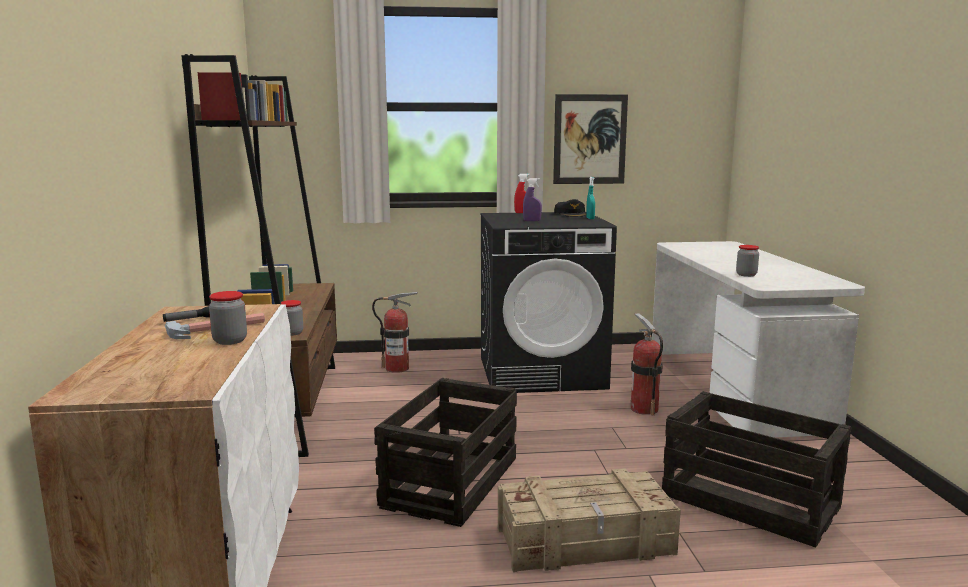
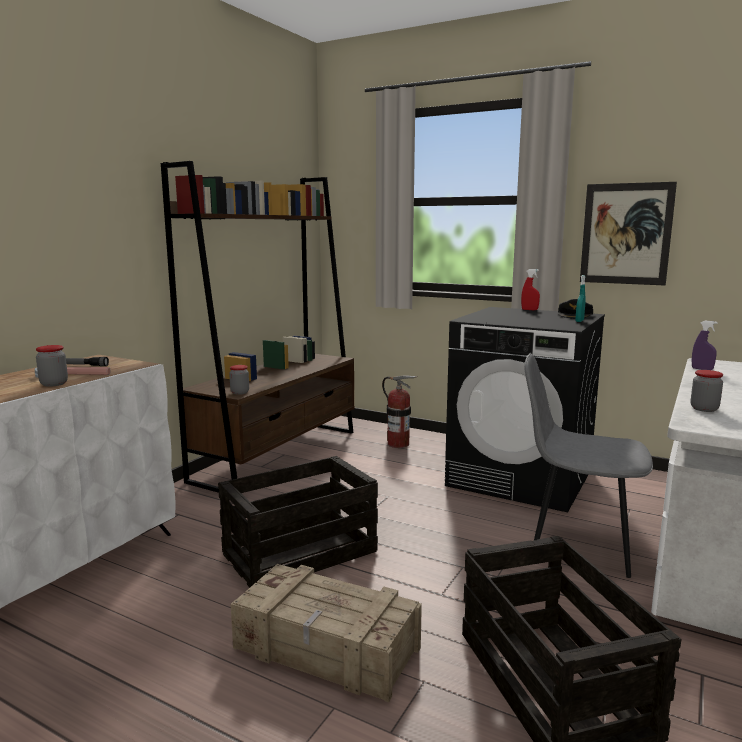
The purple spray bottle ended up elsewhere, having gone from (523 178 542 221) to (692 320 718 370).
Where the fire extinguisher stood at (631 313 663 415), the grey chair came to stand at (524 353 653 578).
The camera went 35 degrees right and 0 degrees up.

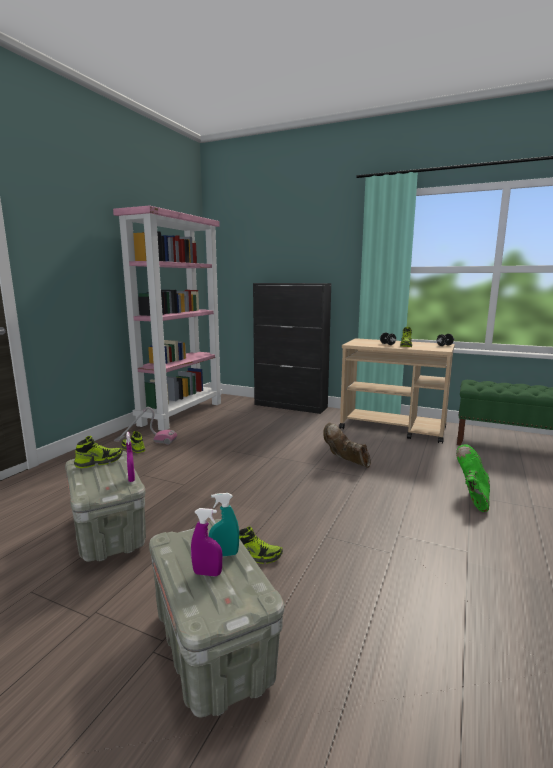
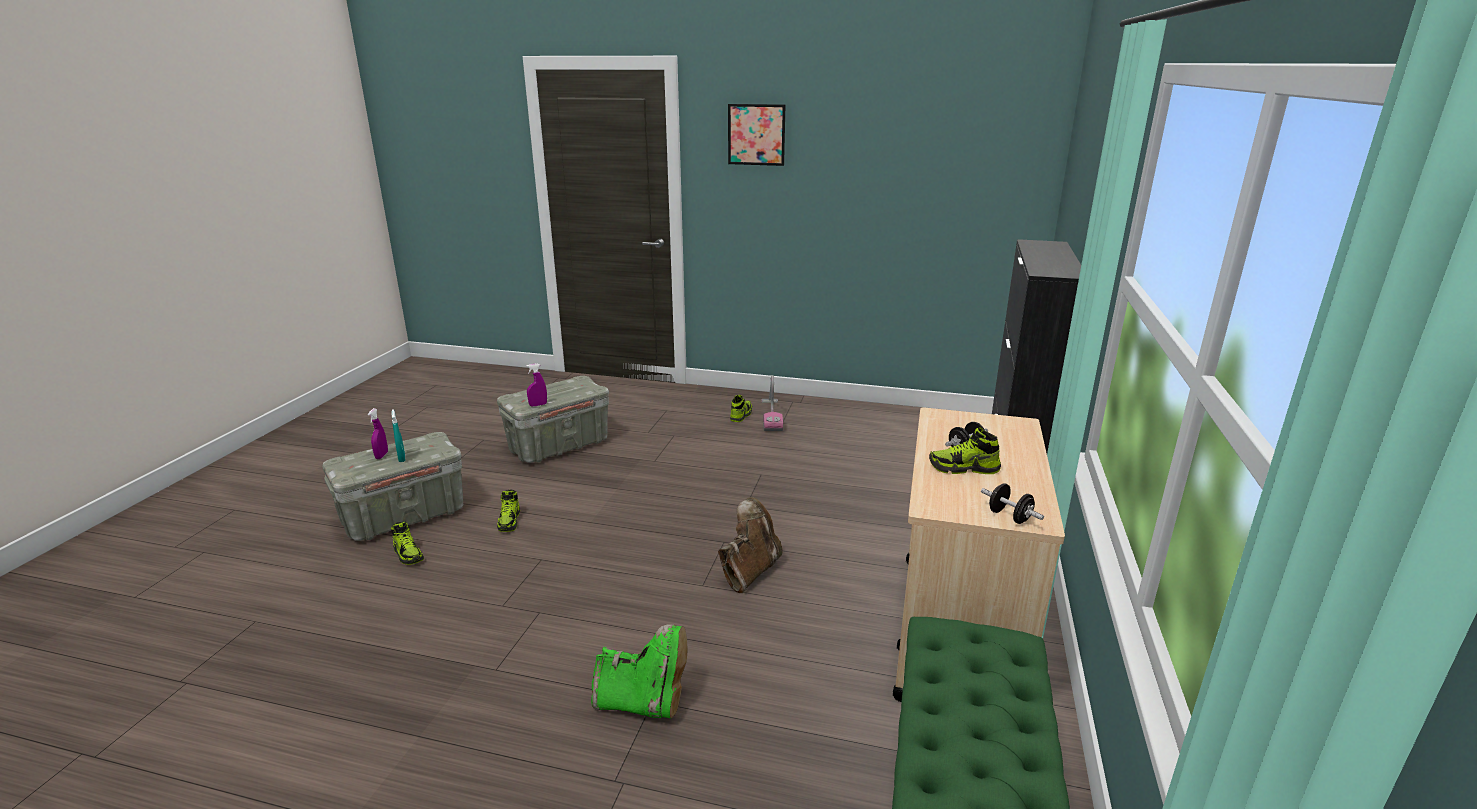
The second view lost the pink bookcase at (113 205 223 431).
The shoe ended up elsewhere, having gone from (74 436 123 468) to (391 521 424 565).
The second view gained the picture at (728 104 785 166).
The camera went 80 degrees right and 10 degrees up.

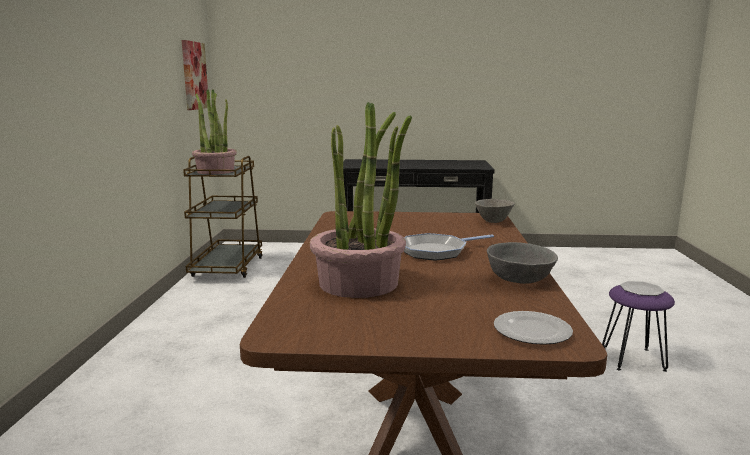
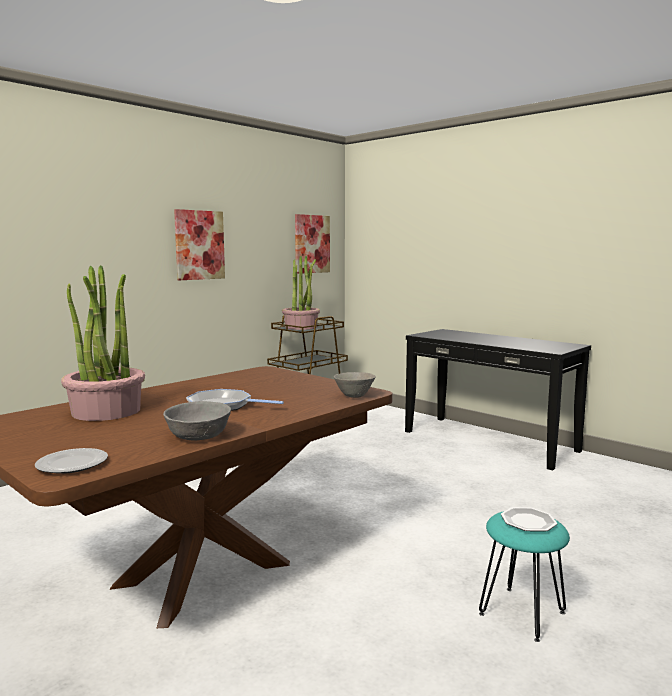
What was the purple stool at (602 285 675 372) turned into the turquoise stool at (479 511 570 642).
The second view gained the picture at (174 209 225 280).
The camera went 40 degrees right and 5 degrees down.

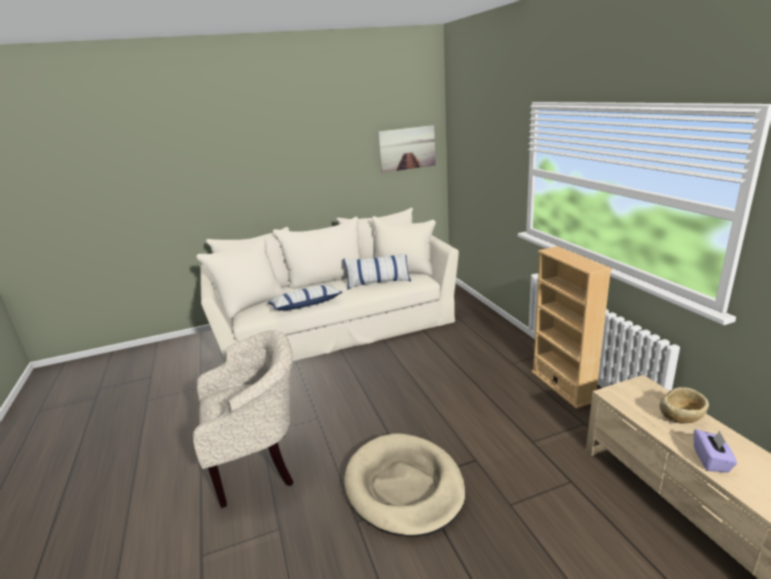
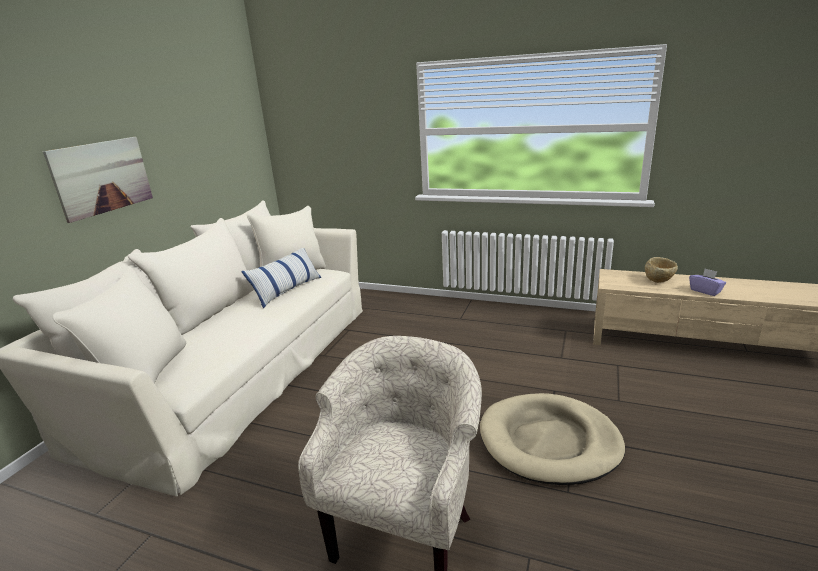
The picture ended up elsewhere, having gone from (378 125 436 173) to (43 137 153 223).
The second view lost the beige bookcase at (531 246 612 409).
The second view lost the pillow at (268 285 343 311).
The camera went 50 degrees left and 0 degrees up.

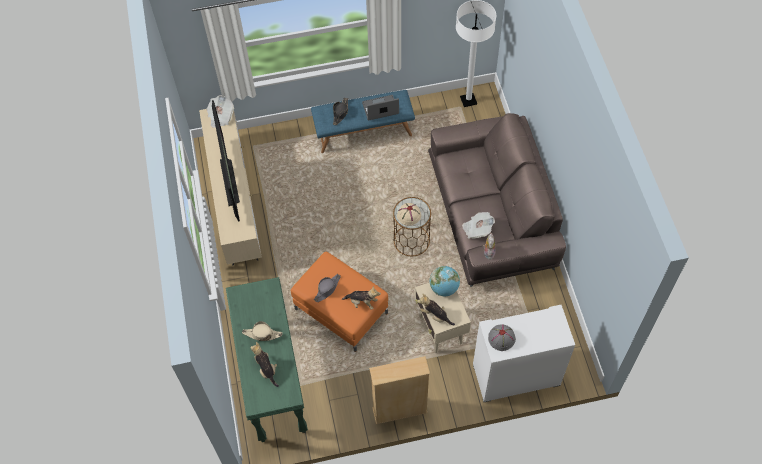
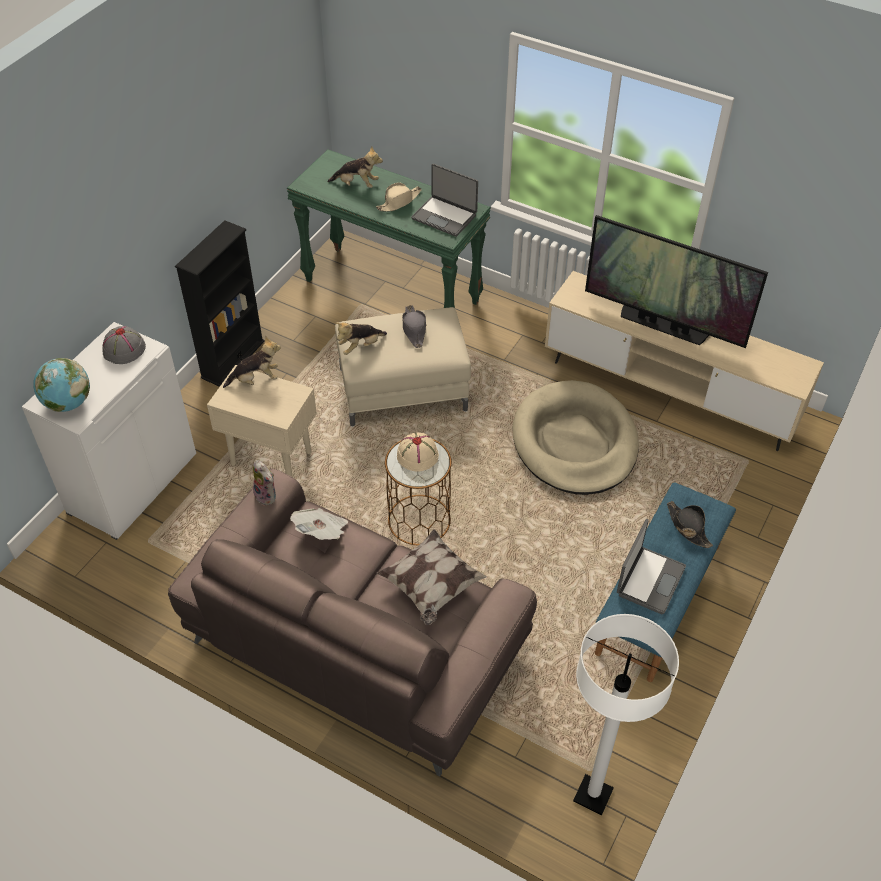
The second view lost the newspaper at (207 95 234 128).
What was the orange ottoman at (291 252 388 352) turned into the beige ottoman at (335 307 471 427).
The globe ended up elsewhere, having gone from (430 266 460 296) to (33 358 90 412).
What was the beige bookcase at (369 356 430 424) turned into the black bookcase at (175 220 265 387).
The second view gained the laptop at (411 163 478 237).
The second view gained the beige dog bed at (512 380 639 495).
The second view gained the pillow at (377 529 487 625).
The camera went 130 degrees right and 10 degrees down.

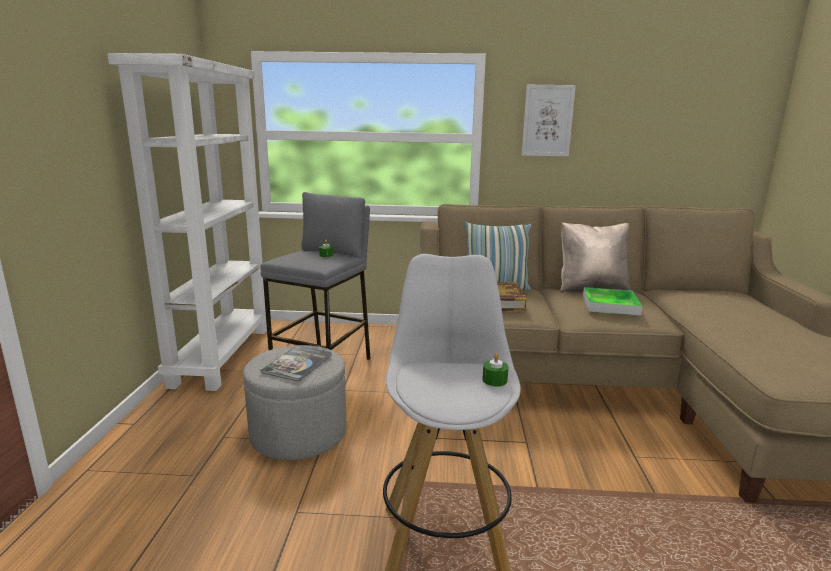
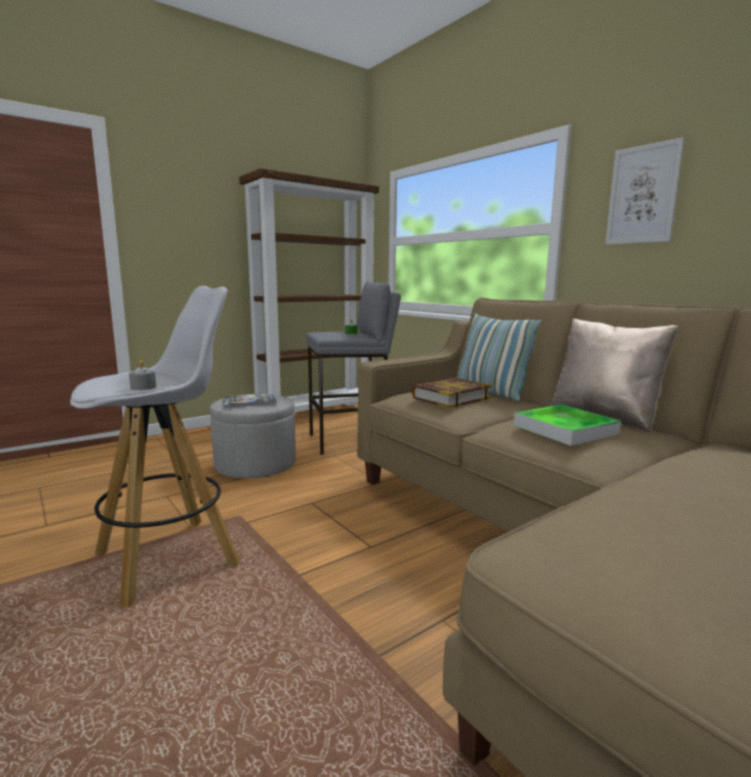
What was the white bookcase at (107 53 267 391) turned into the brown bookcase at (239 168 379 412).
What was the green candle at (482 353 509 387) turned into the grey candle at (129 360 156 390).
The camera went 50 degrees right and 5 degrees down.

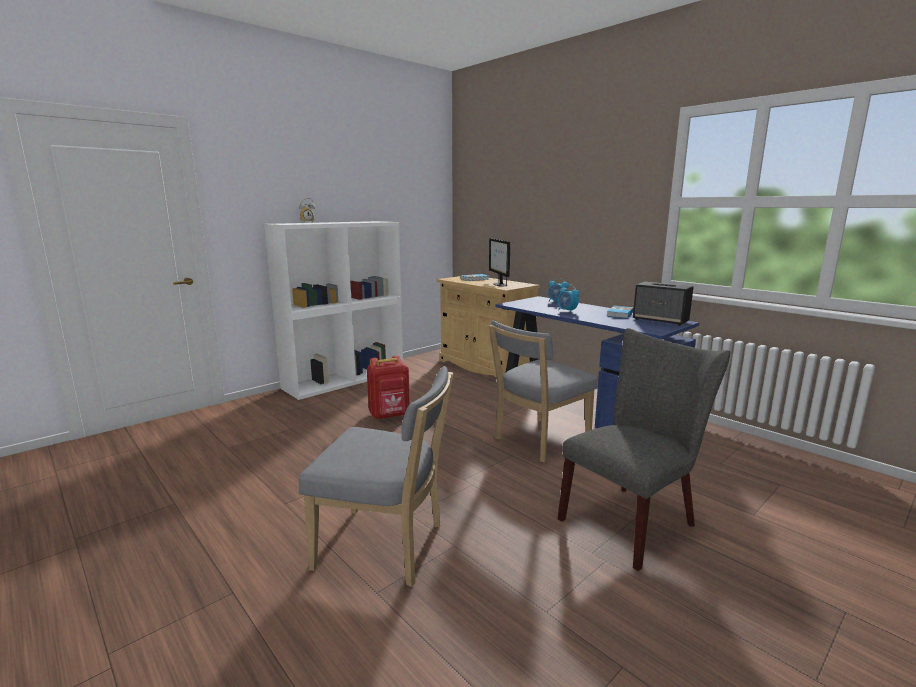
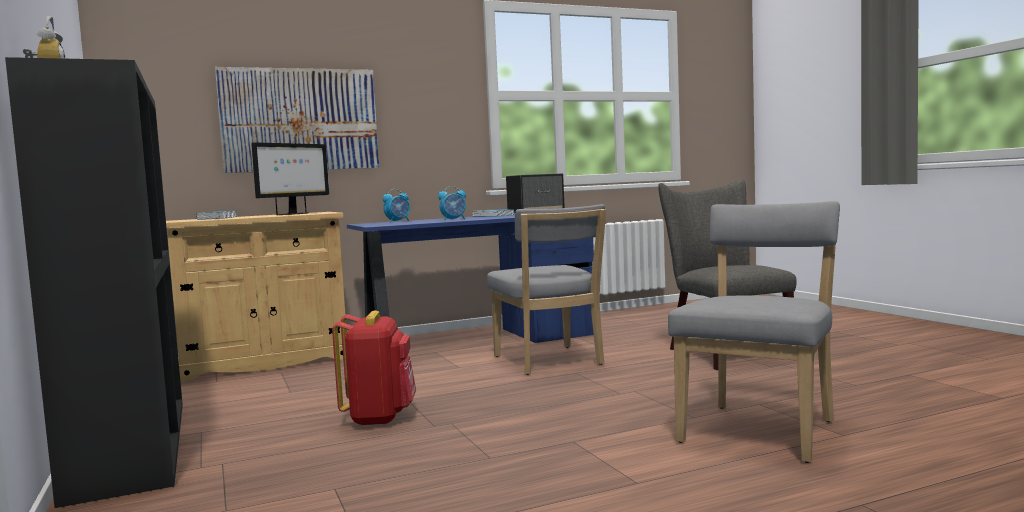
What was the white bookcase at (264 221 403 400) turned into the black bookcase at (5 57 183 508).
The monitor at (489 238 510 286) ended up facing another way, 60 degrees counterclockwise from before.
The second view gained the picture at (215 67 379 173).
The camera went 70 degrees left and 10 degrees down.

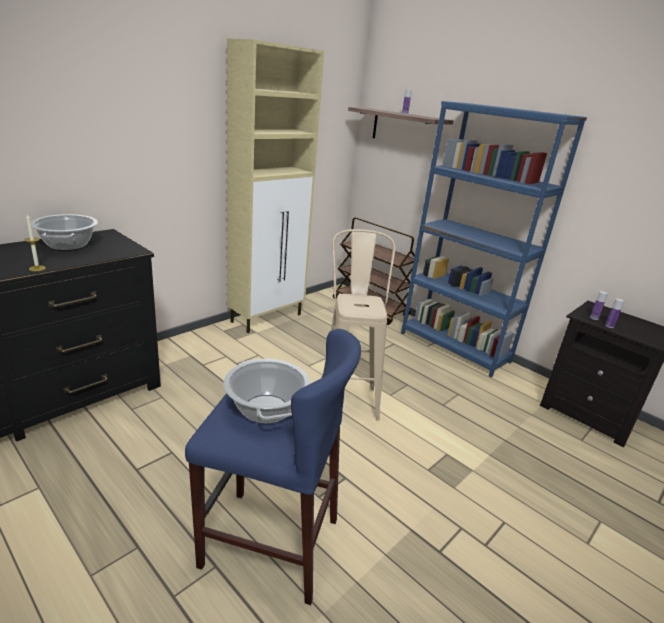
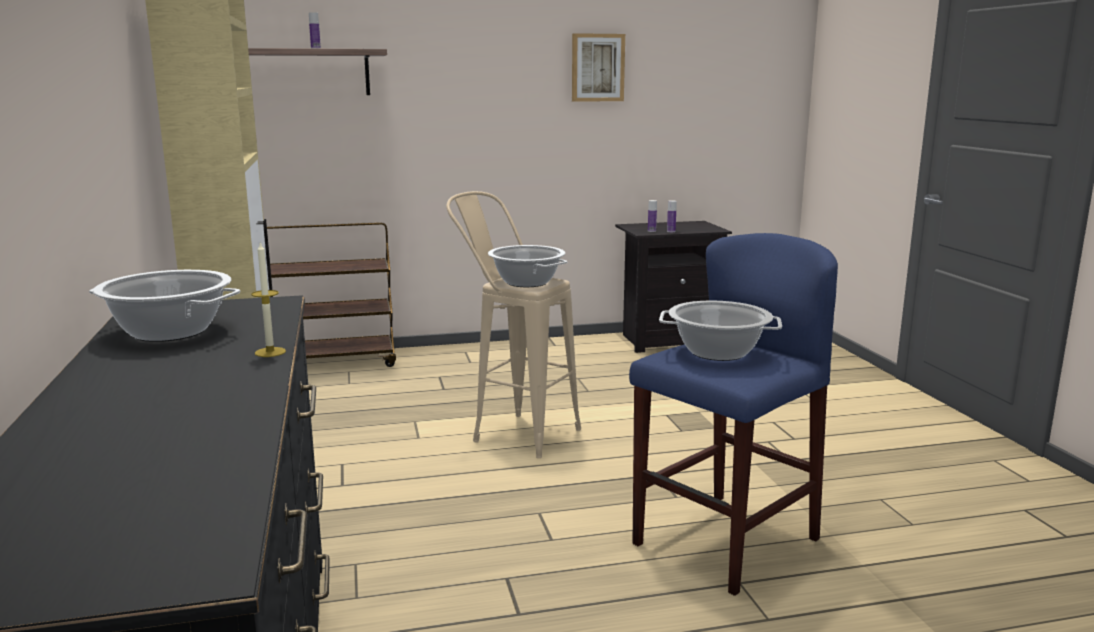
The second view lost the blue bookcase at (401 101 587 377).
The second view gained the picture at (572 33 625 102).
The second view gained the cooking pot at (488 245 567 287).
The camera went 55 degrees left and 10 degrees down.

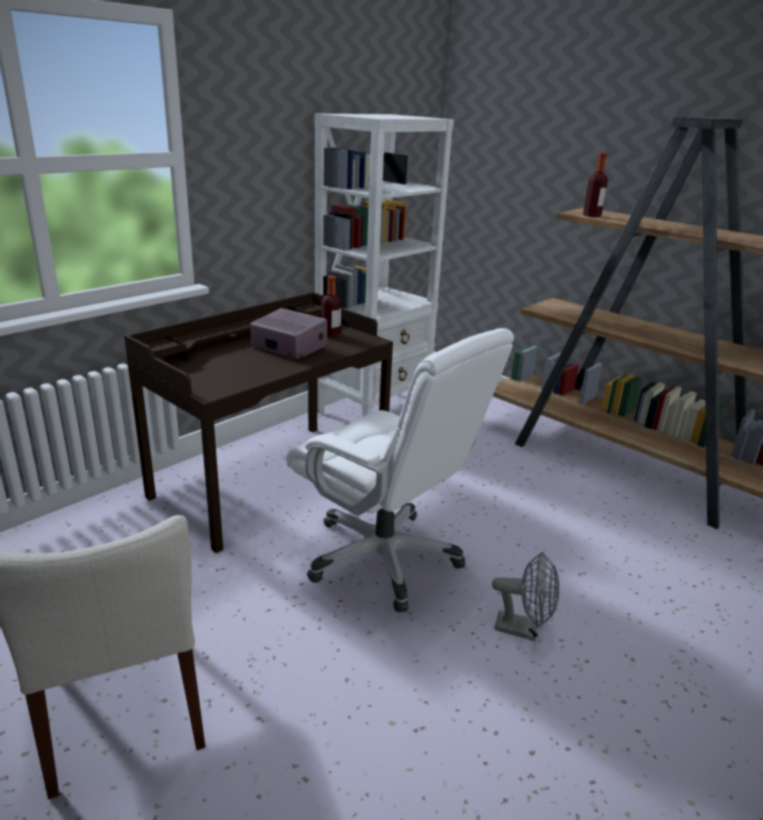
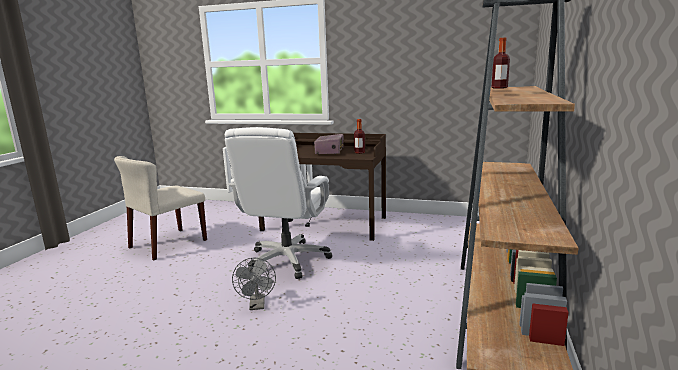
The second view lost the white bookcase at (315 114 454 417).
The camera went 65 degrees right and 10 degrees down.

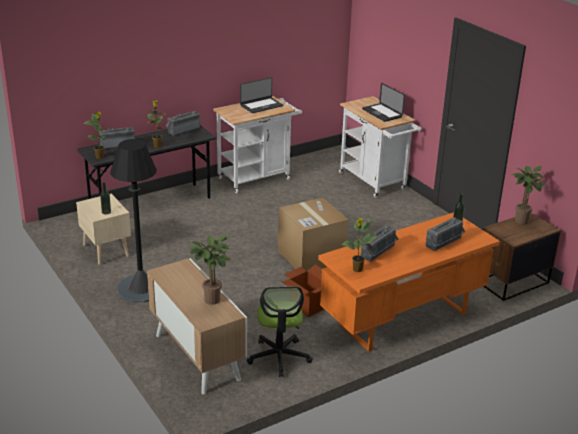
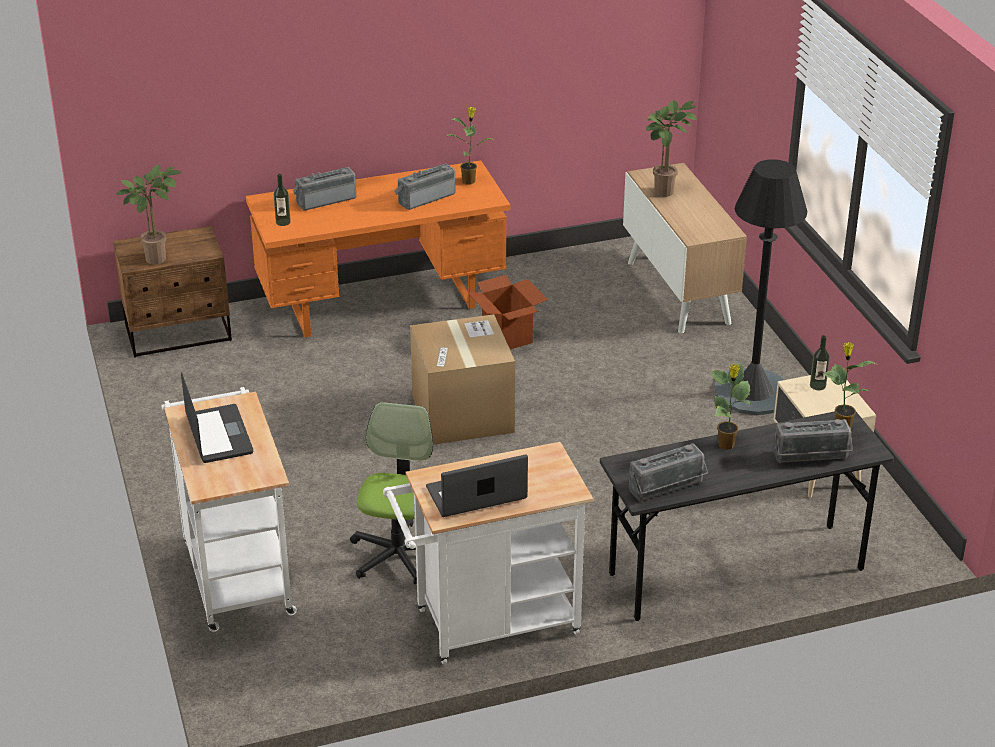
The office chair ended up elsewhere, having gone from (247 286 313 377) to (350 402 433 584).
The camera went 165 degrees left and 5 degrees up.

